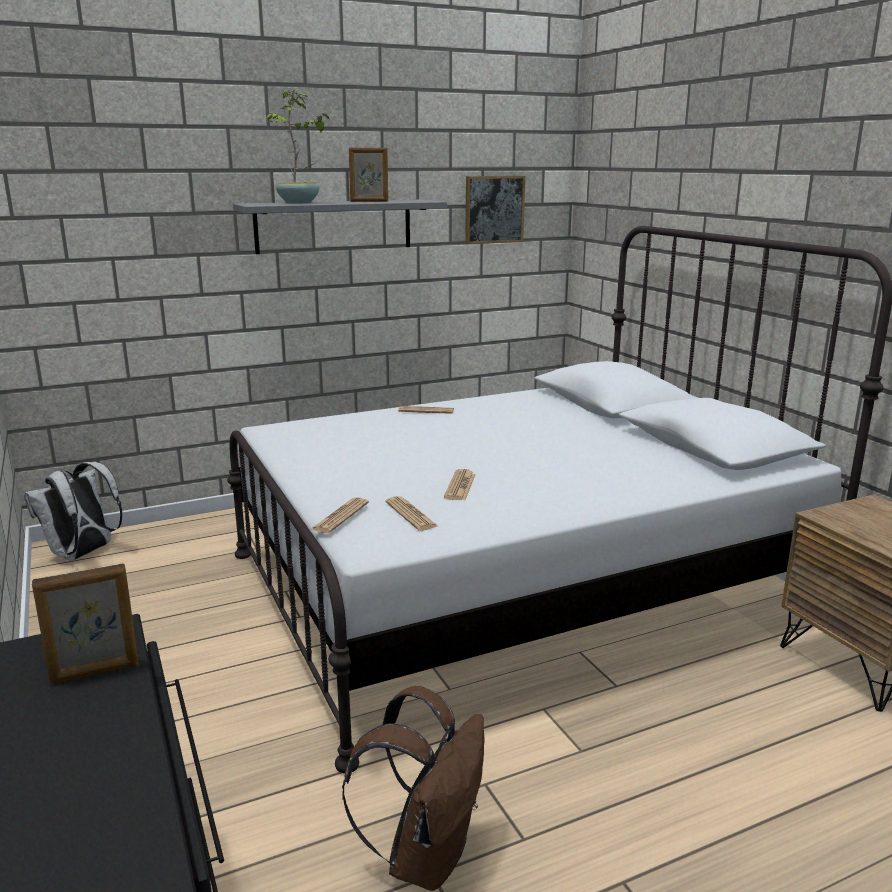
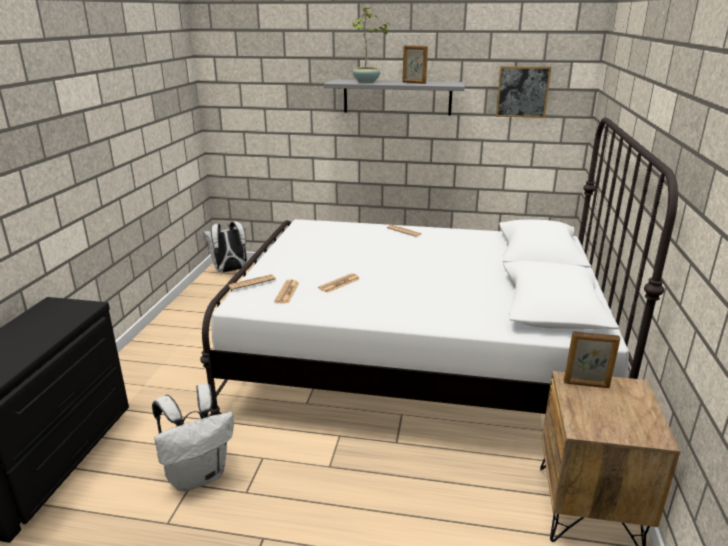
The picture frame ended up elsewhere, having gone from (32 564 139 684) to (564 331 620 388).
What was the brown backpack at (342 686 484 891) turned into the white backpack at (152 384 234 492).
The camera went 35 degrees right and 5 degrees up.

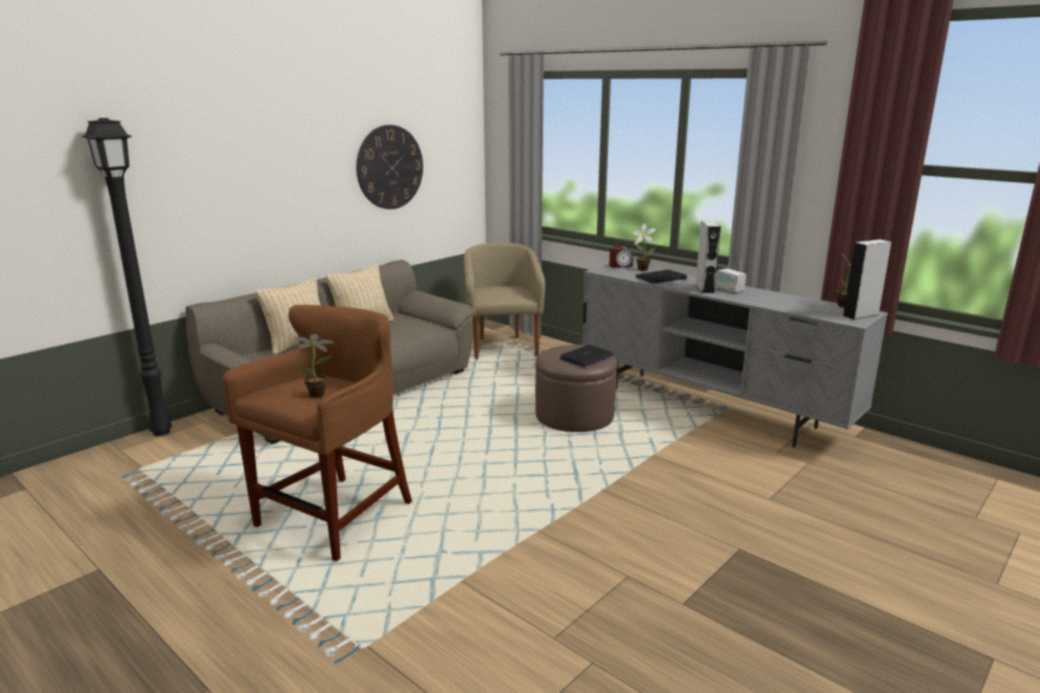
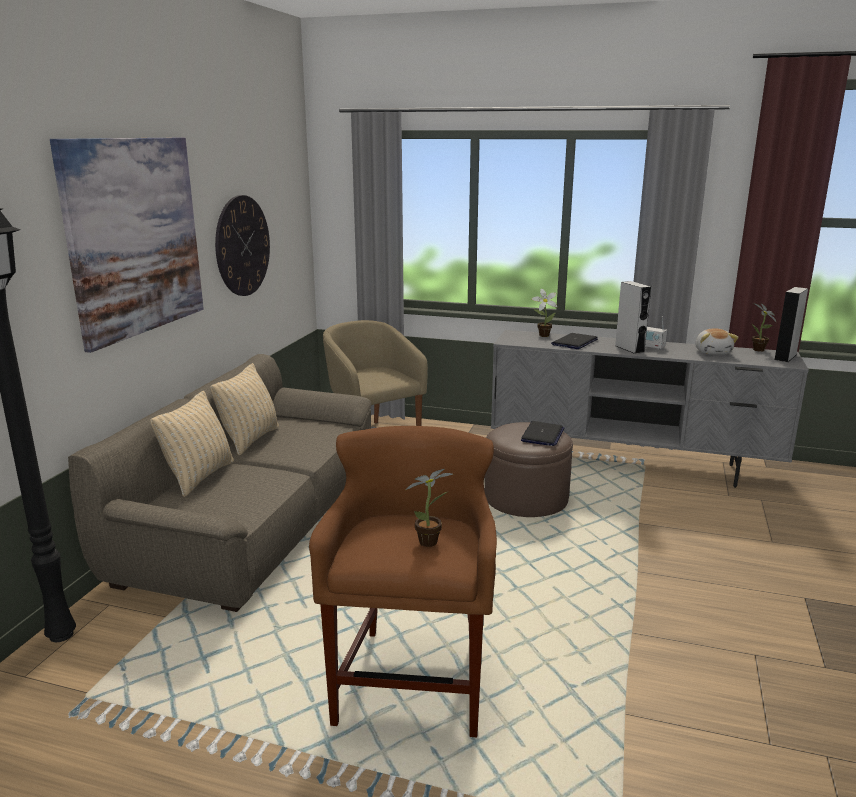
The second view lost the alarm clock at (609 246 633 268).
The second view gained the picture at (50 137 204 353).
The second view gained the plush toy at (695 329 739 355).
The camera went 25 degrees left and 0 degrees up.

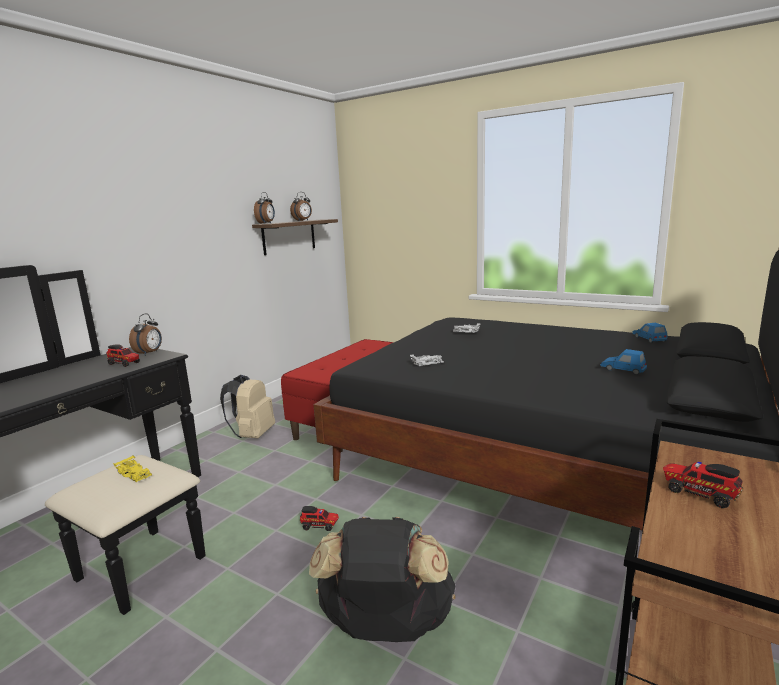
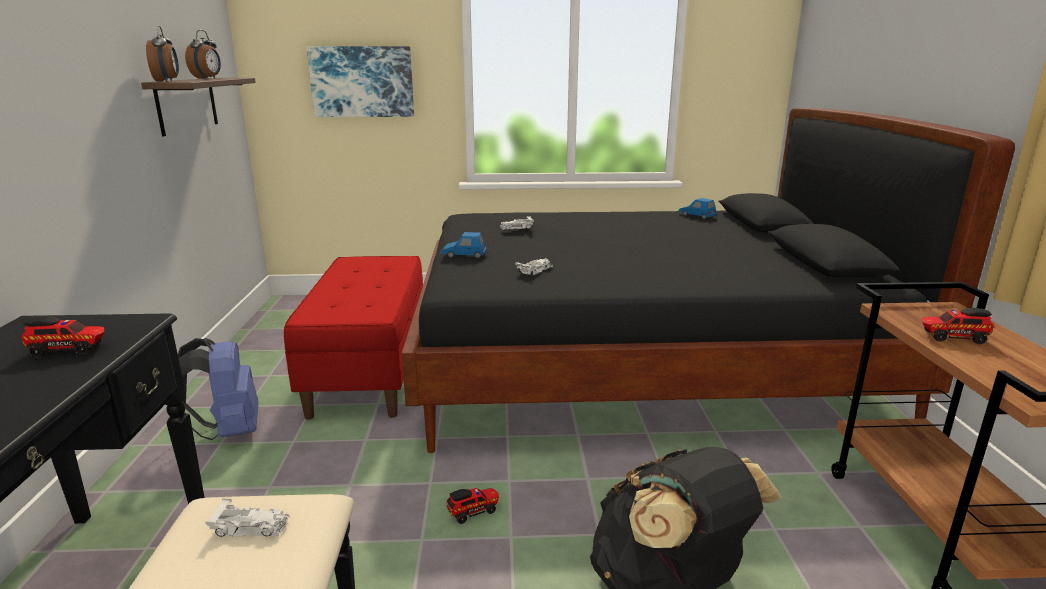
The second view lost the alarm clock at (129 313 162 356).
The blue toy car ended up elsewhere, having gone from (600 349 647 375) to (441 232 487 259).
What was the beige backpack at (220 375 275 439) turned into the blue backpack at (178 338 259 440).
What was the yellow toy car at (113 455 152 483) turned into the white toy car at (205 499 290 537).
The second view gained the picture at (307 46 414 117).
The camera went 35 degrees left and 5 degrees up.

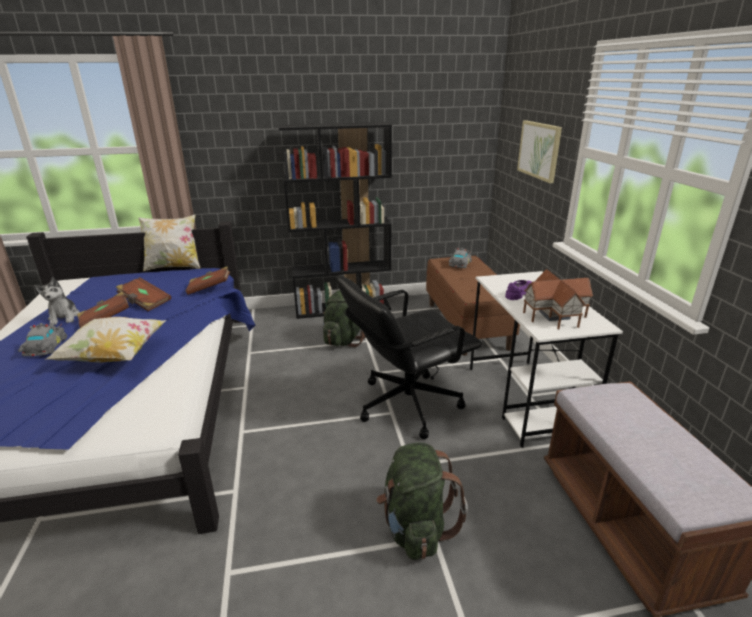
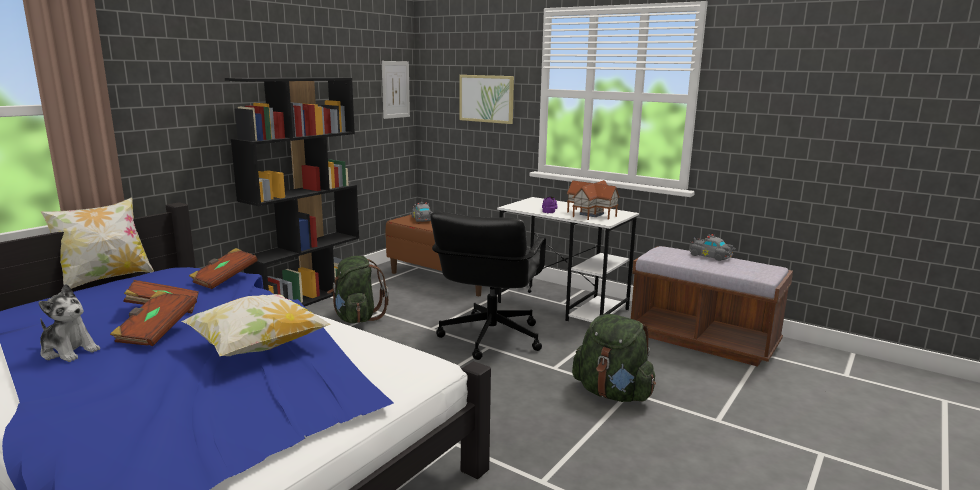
The grey toy car ended up elsewhere, having gone from (18 322 67 356) to (690 234 736 261).
The second view gained the picture at (382 61 410 119).
The camera went 45 degrees left and 10 degrees down.

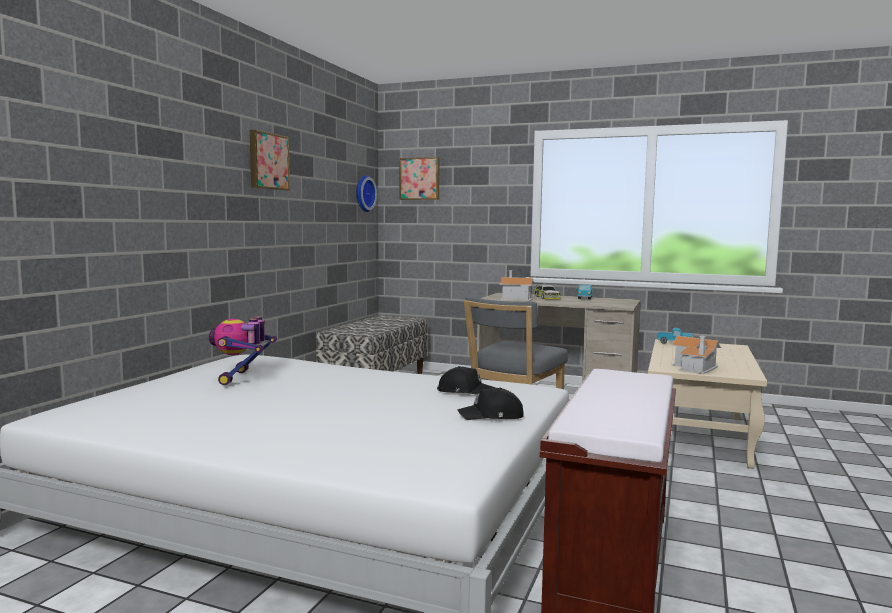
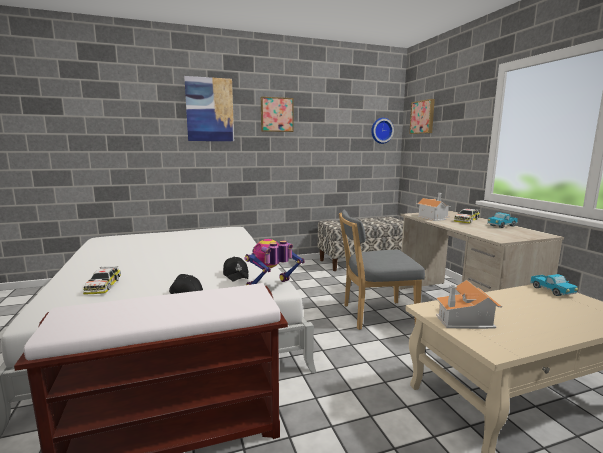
The toy robot ended up elsewhere, having gone from (209 316 277 385) to (245 239 305 285).
The second view gained the picture at (184 76 234 141).
The second view gained the toy car at (83 266 121 294).
The camera went 50 degrees right and 5 degrees up.

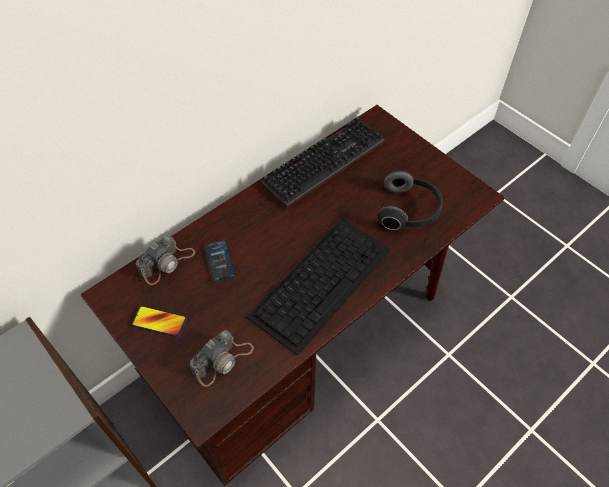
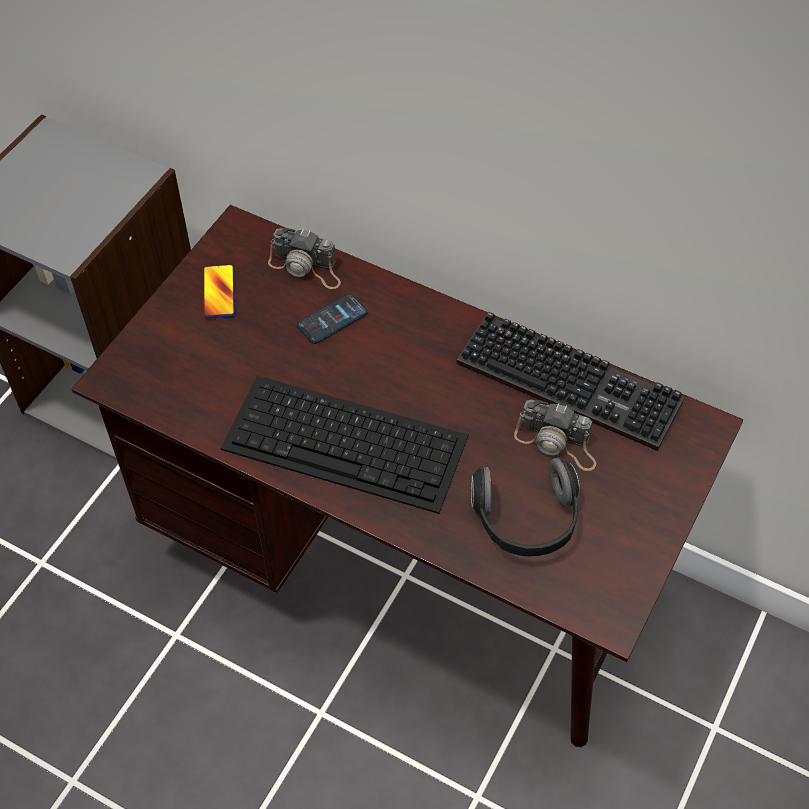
The photo camera ended up elsewhere, having gone from (189 330 254 387) to (514 400 596 471).
The camera went 70 degrees right and 0 degrees up.

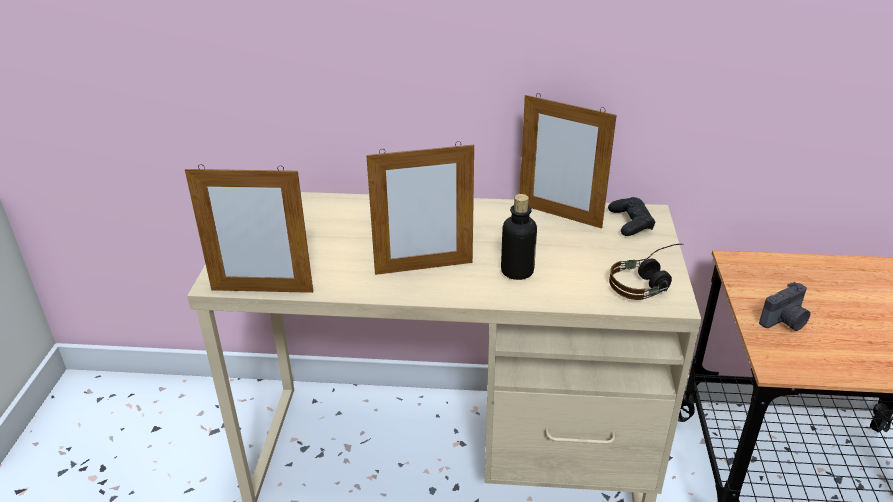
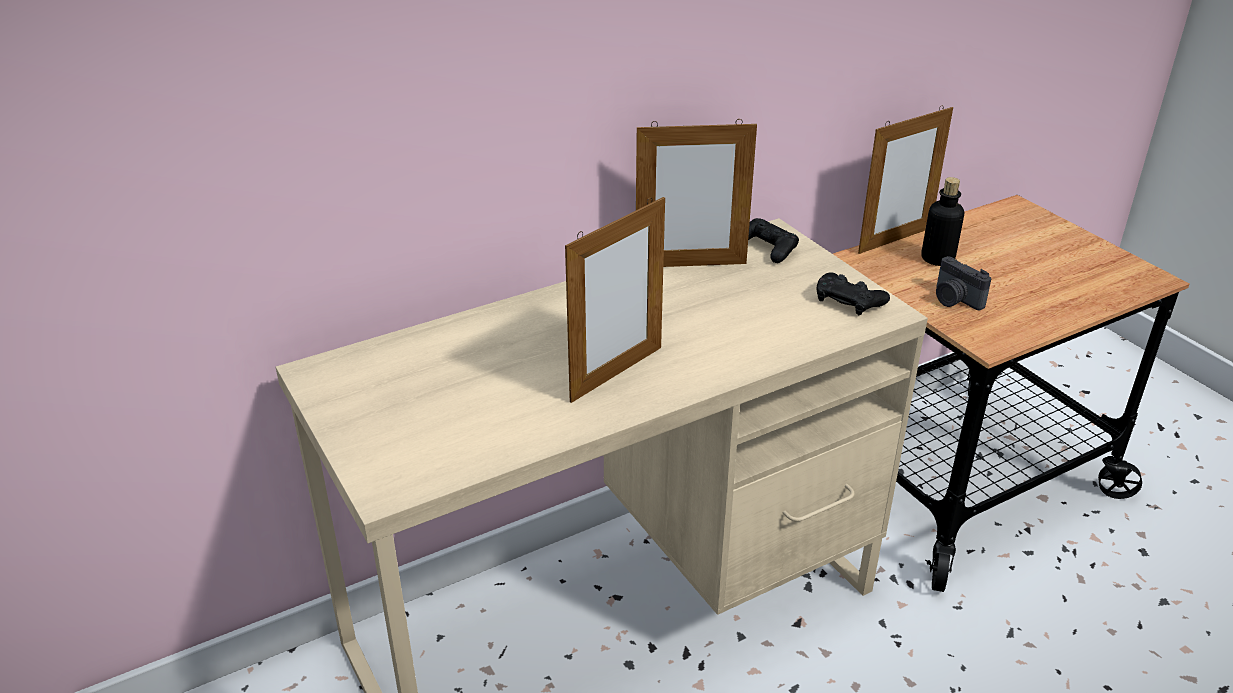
The picture frame ended up elsewhere, having gone from (185 164 313 293) to (858 105 953 254).
The bottle ended up elsewhere, having gone from (501 194 537 280) to (921 177 964 266).
Where the headphones stood at (609 244 683 300), the black game controller came to stand at (817 273 890 315).
The photo camera at (759 282 810 331) ended up facing another way, 120 degrees clockwise from before.
The camera went 35 degrees left and 0 degrees up.

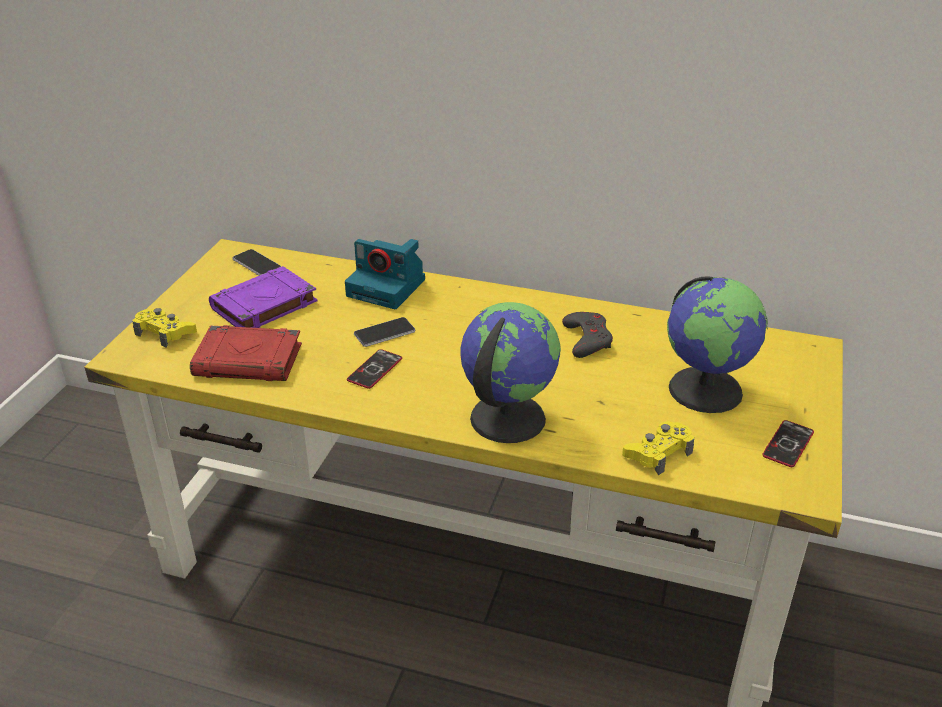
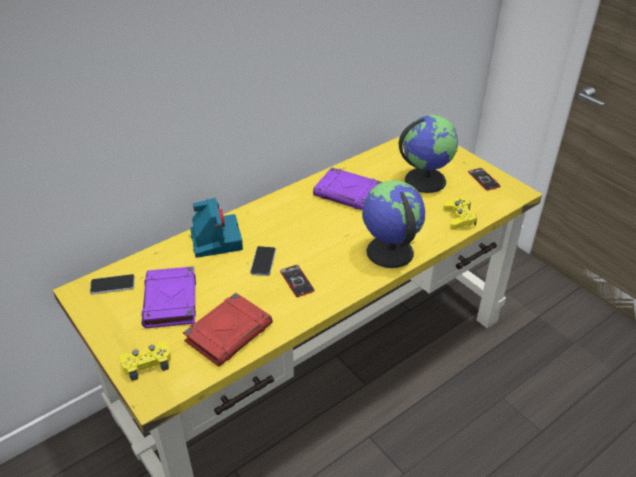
The photo camera at (345 239 425 309) ended up facing another way, 75 degrees counterclockwise from before.
Where the grey game controller stood at (562 312 613 358), the purple book came to stand at (313 167 383 210).
The camera went 55 degrees left and 5 degrees up.

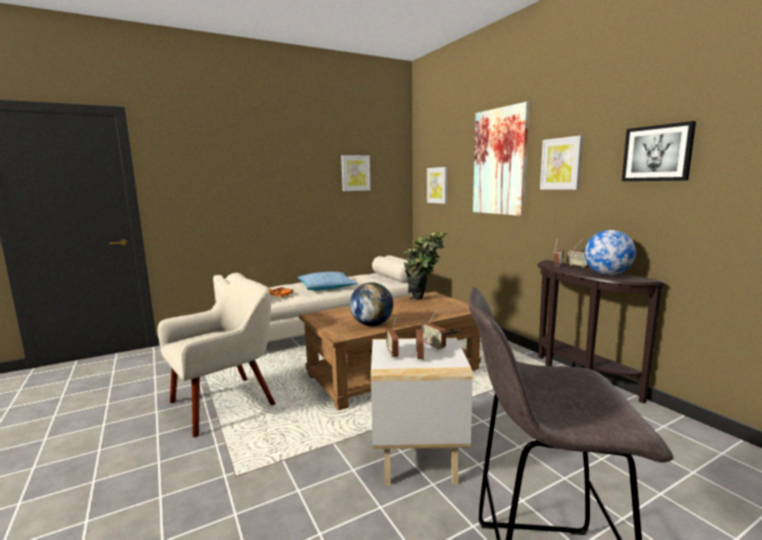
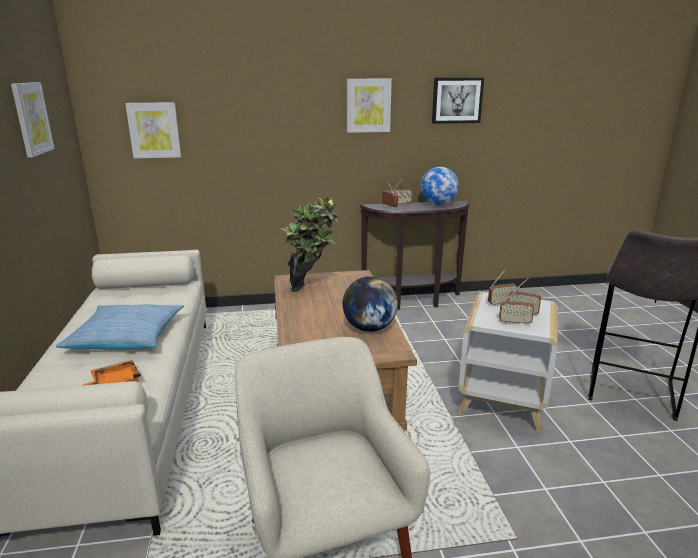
The second view lost the picture at (473 102 529 216).
The camera went 70 degrees left and 10 degrees up.

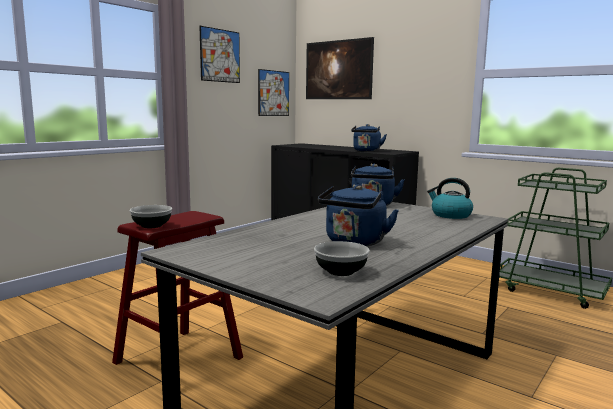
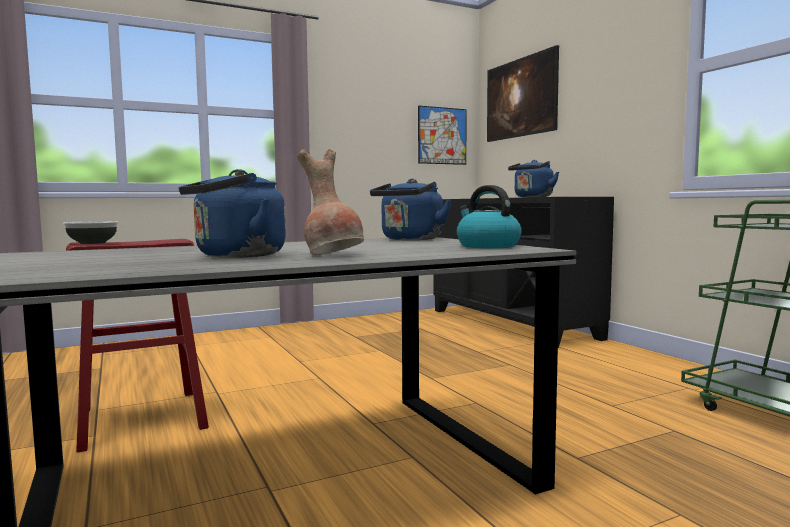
The second view lost the picture at (199 26 240 83).
The second view lost the bowl at (314 241 370 276).
The second view gained the brown vase at (297 149 364 255).
The camera went 25 degrees right and 5 degrees down.

